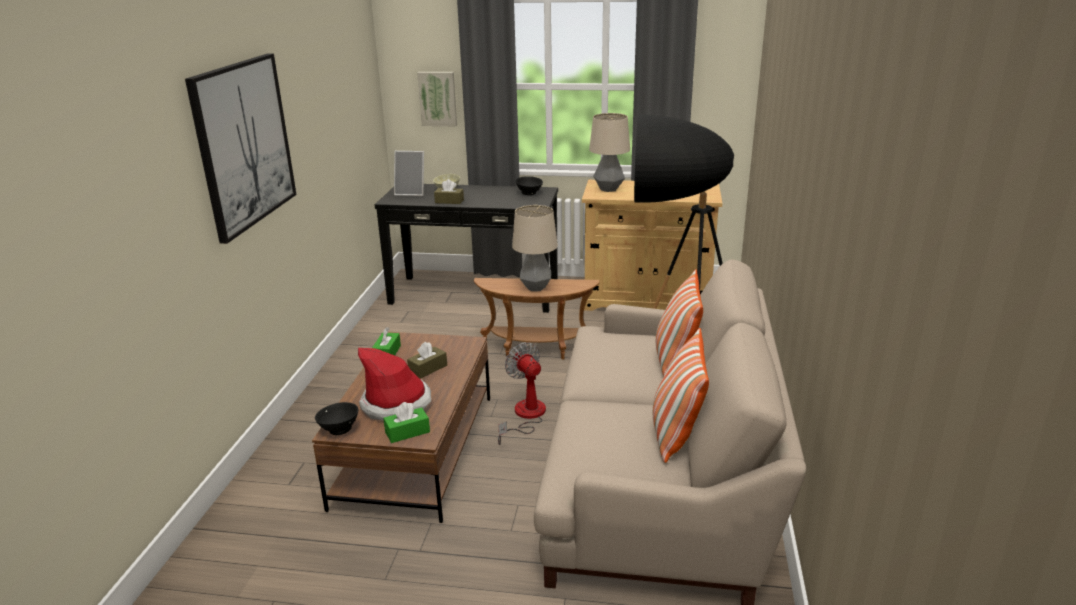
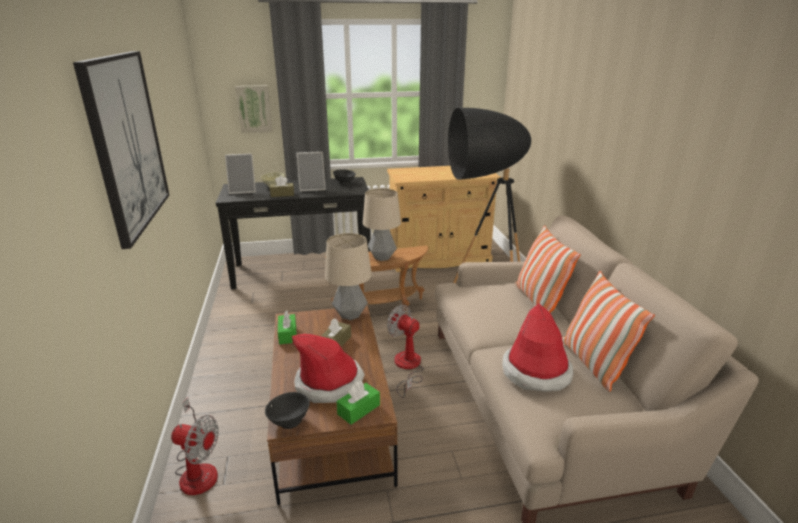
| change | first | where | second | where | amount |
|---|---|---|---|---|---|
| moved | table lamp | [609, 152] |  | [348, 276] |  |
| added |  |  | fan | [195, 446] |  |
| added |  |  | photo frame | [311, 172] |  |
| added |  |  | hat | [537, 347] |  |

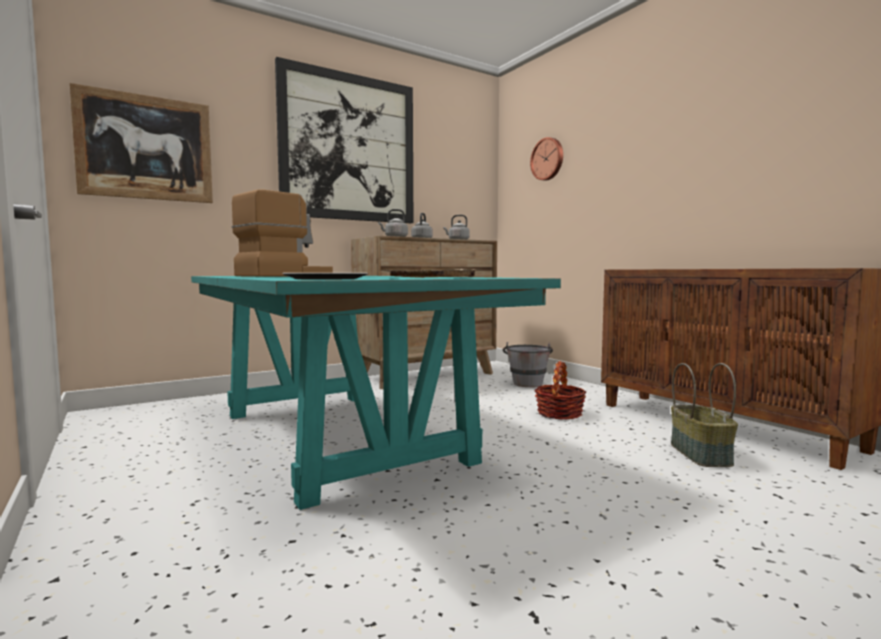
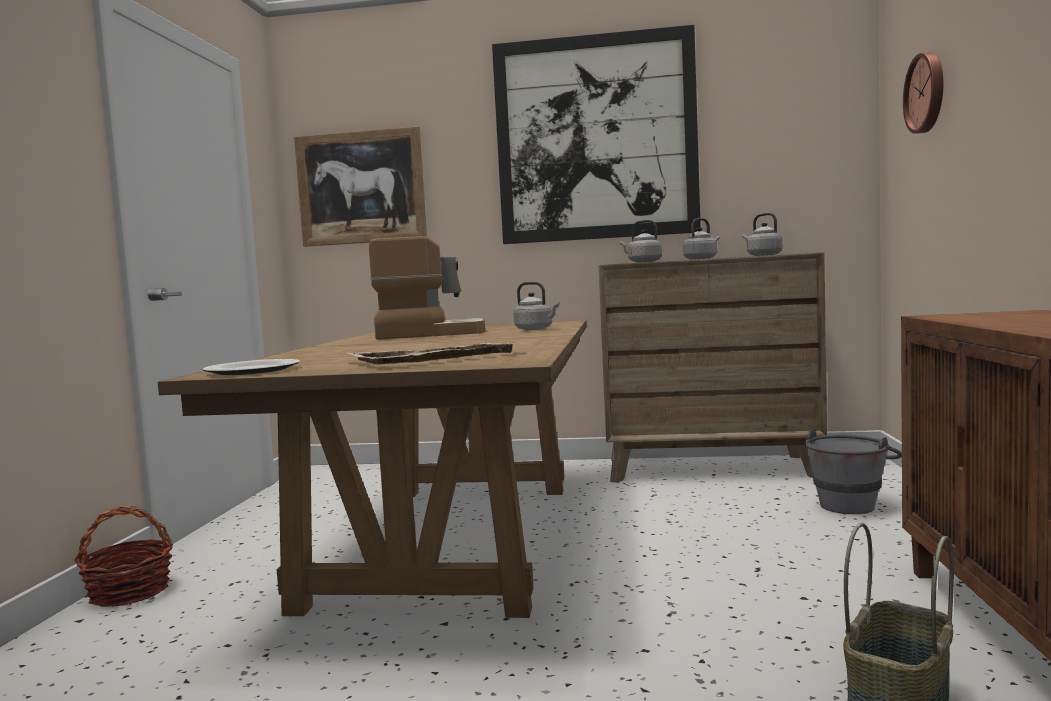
| change | first | where | second | where | amount |
|---|---|---|---|---|---|
| recoloured | dining table/turquoise | [376, 393] | dining table/brown-coloured | [372, 469] |  |
| moved | household basket | [560, 390] |  | [123, 556] |  |
| added |  |  | tea kettle/gray | [536, 306] |  |

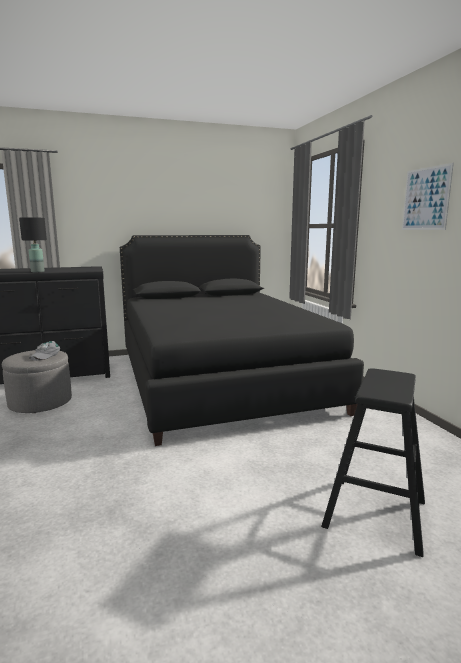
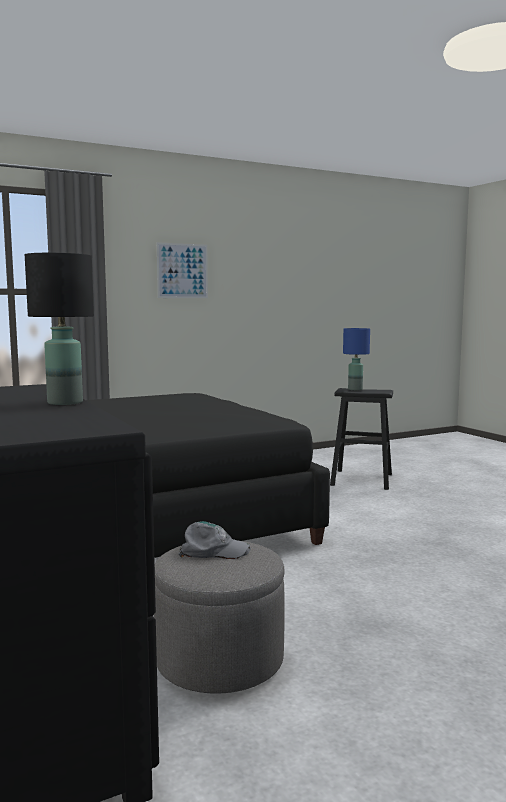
| change | first | where | second | where | amount |
|---|---|---|---|---|---|
| added |  |  | table lamp/blue | [356, 359] |  |

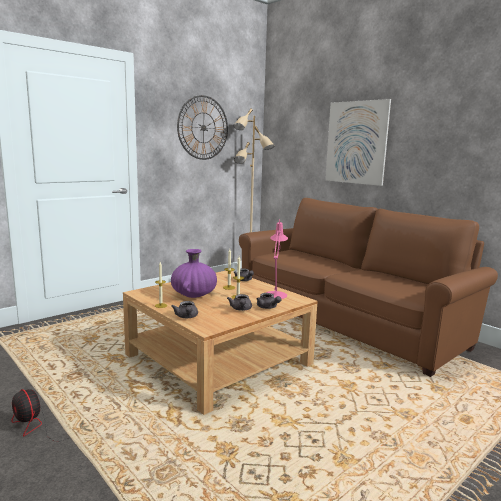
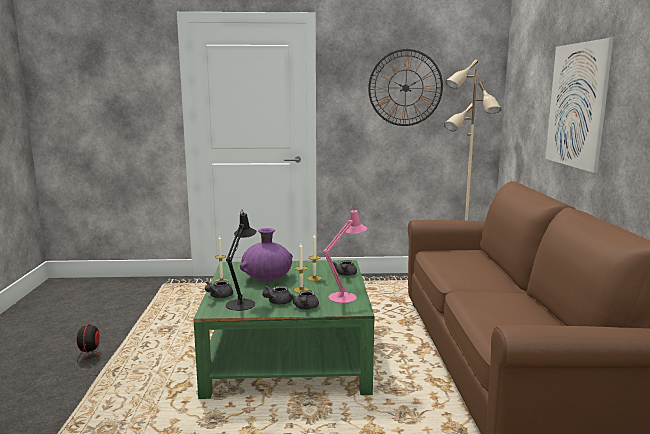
| change | first | where | second | where | amount |
|---|---|---|---|---|---|
| recoloured | lounge table/sand-coloured | [220, 343] | lounge table/green | [284, 329] |  |
| added |  |  | table lamp/black | [241, 260] |  |

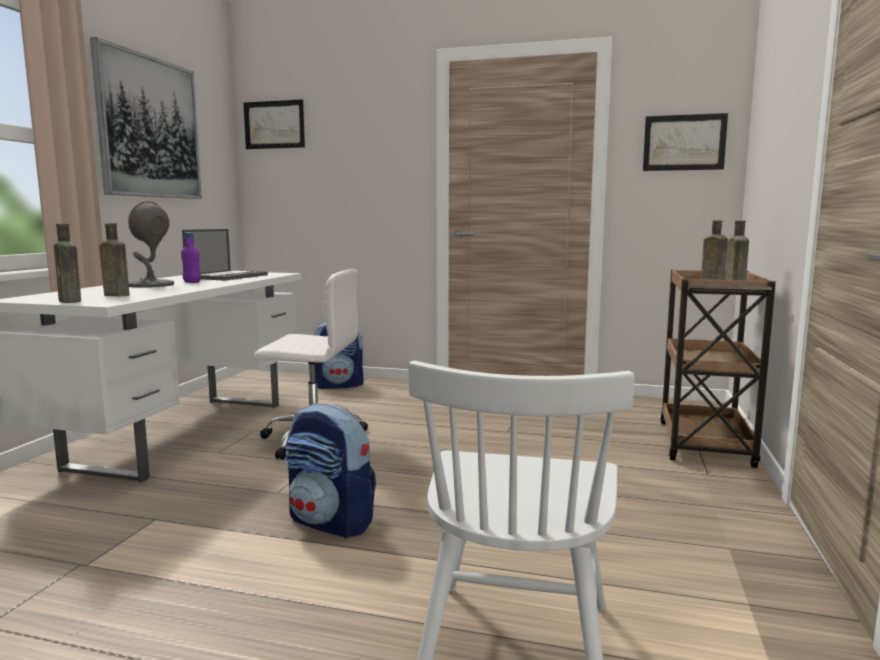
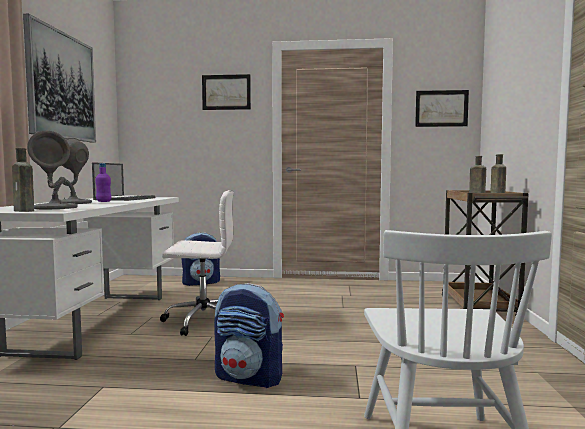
| change | first | where | second | where | amount |
|---|---|---|---|---|---|
| replaced | beverage bottle/brown-coloured | [114, 259] | table lamp/gray | [52, 170] |  |
| moved | picture | [274, 124] |  | [226, 92] |  |

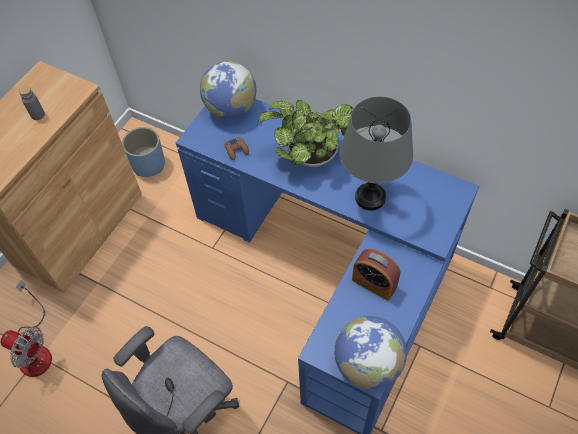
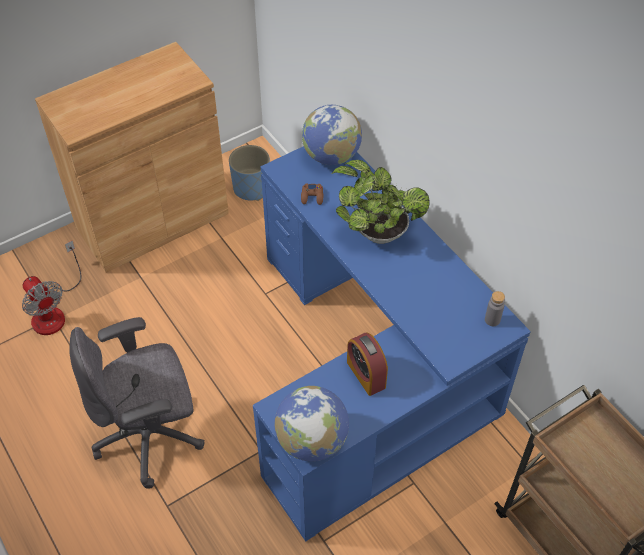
| change | first | where | second | where | amount |
|---|---|---|---|---|---|
| moved | beverage bottle/gray | [32, 103] |  | [495, 308] |  |
| removed | table lamp/gray | [376, 154] |  |  |  |

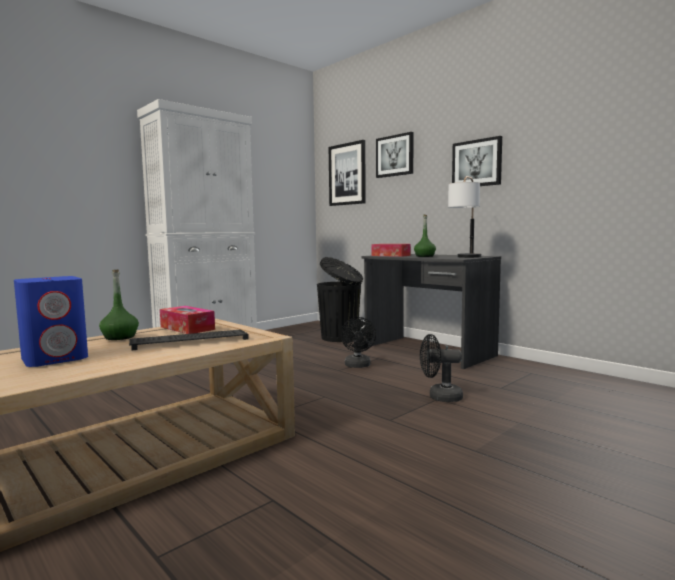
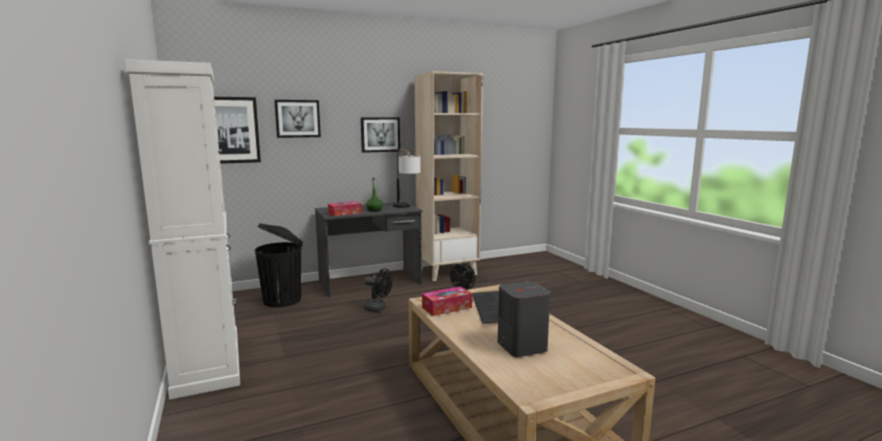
| change | first | where | second | where | amount |
|---|---|---|---|---|---|
| recoloured | loudspeaker/blue | [51, 321] | loudspeaker/gray | [524, 319] |  |
| removed | beverage bottle/green | [119, 305] |  |  |  |
| added |  |  | bookshelf/sand-coloured | [448, 176] |  |

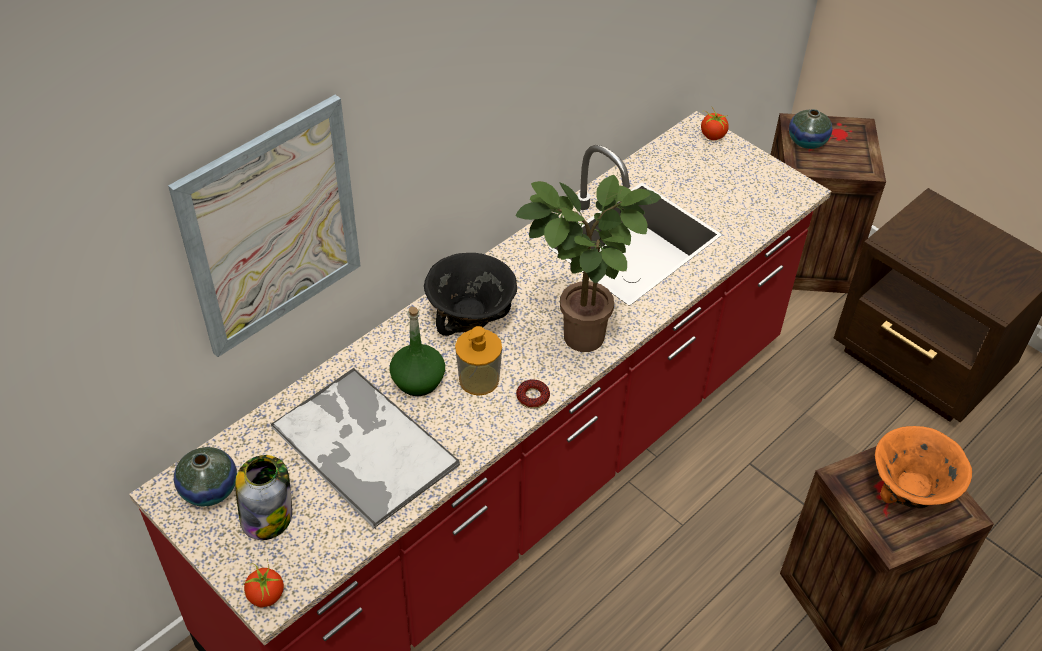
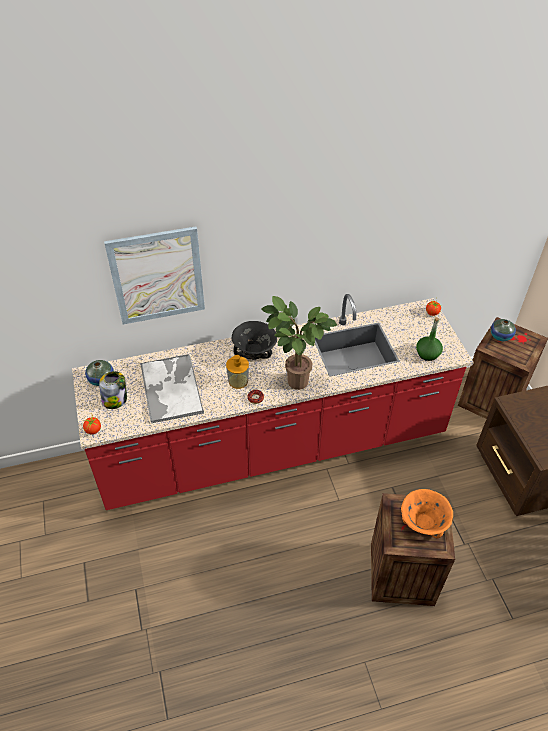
| change | first | where | second | where | amount |
|---|---|---|---|---|---|
| moved | beverage bottle/green | [417, 351] |  | [429, 339] |  |

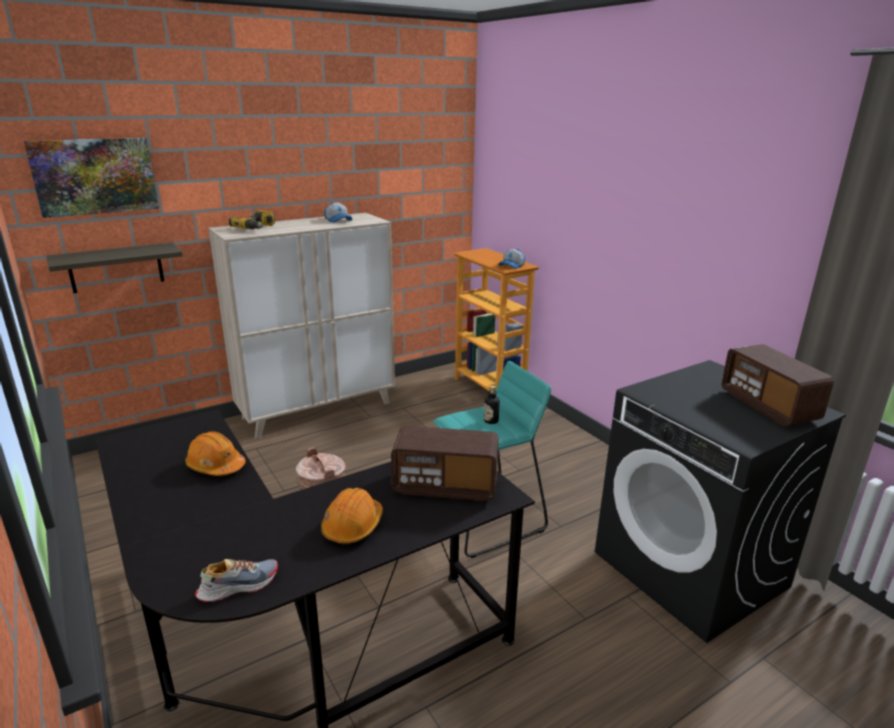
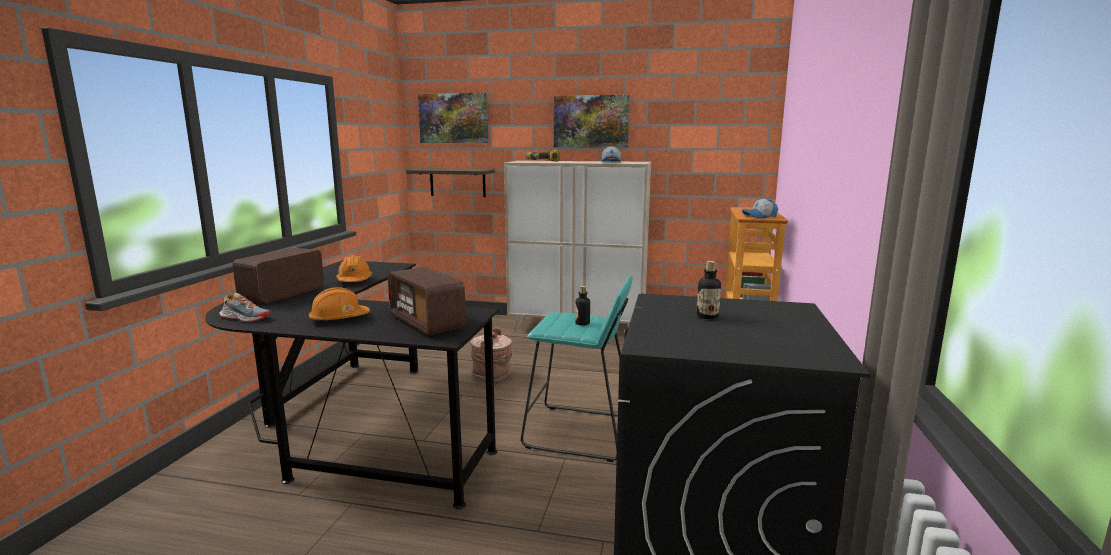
| change | first | where | second | where | amount |
|---|---|---|---|---|---|
| moved | radio set | [778, 385] |  | [278, 276] |  |
| added |  |  | picture | [592, 121] |  |
| added |  |  | beverage bottle | [708, 290] |  |

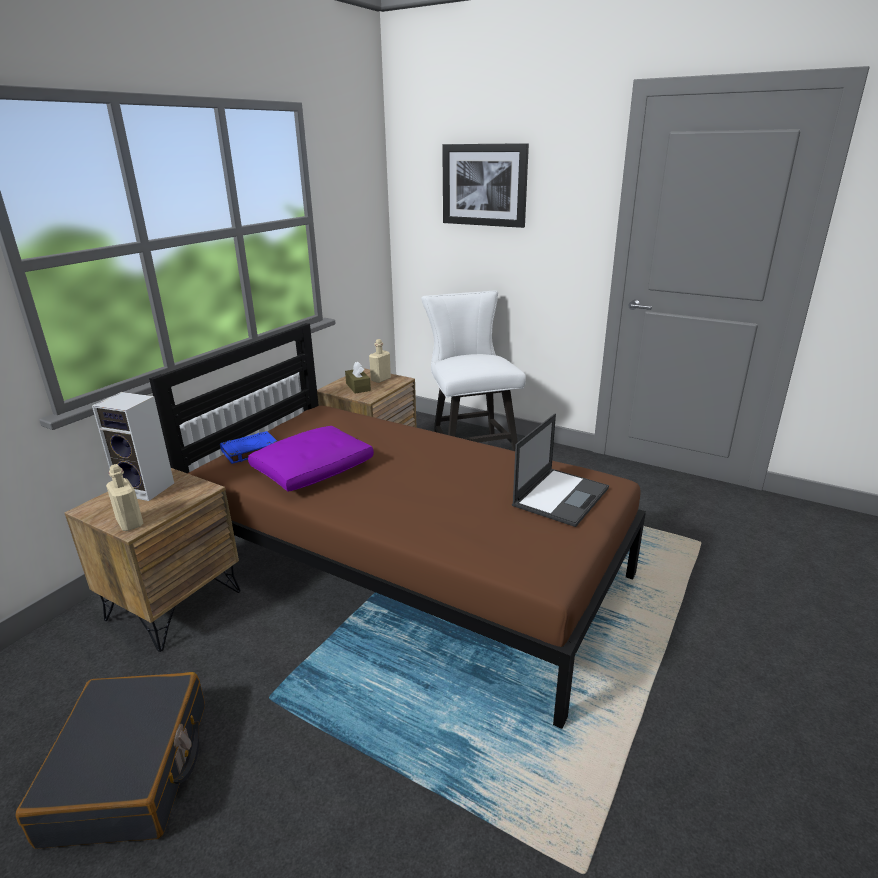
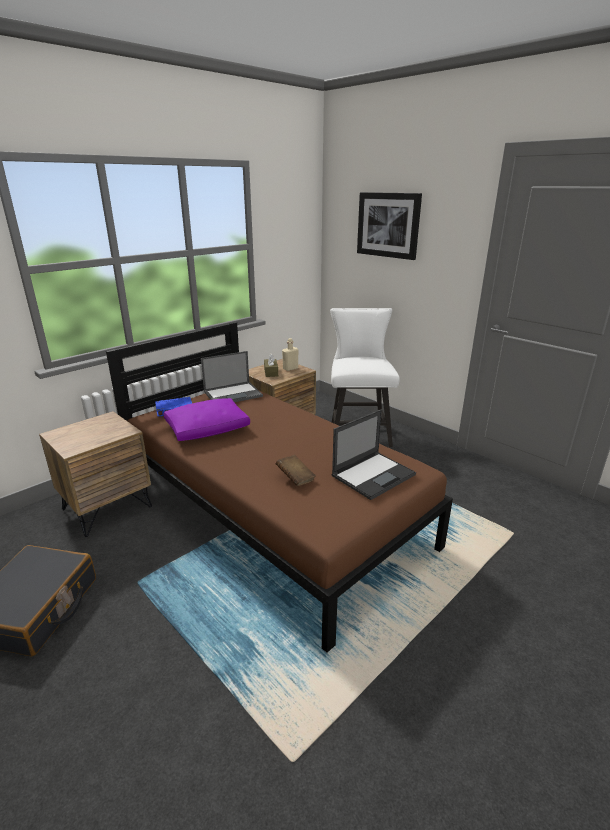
| change | first | where | second | where | amount |
|---|---|---|---|---|---|
| removed | loudspeaker | [133, 446] |  |  |  |
| removed | beverage bottle/sand-coloured | [125, 497] |  |  |  |
| added |  |  | laptop | [232, 376] |  |
| added |  |  | bound book/brown-coloured | [296, 470] |  |

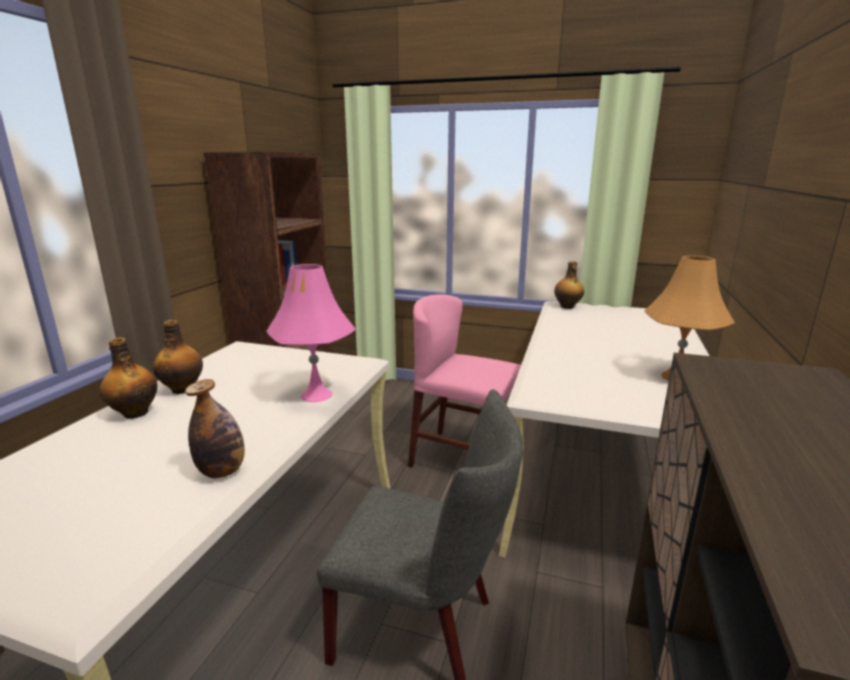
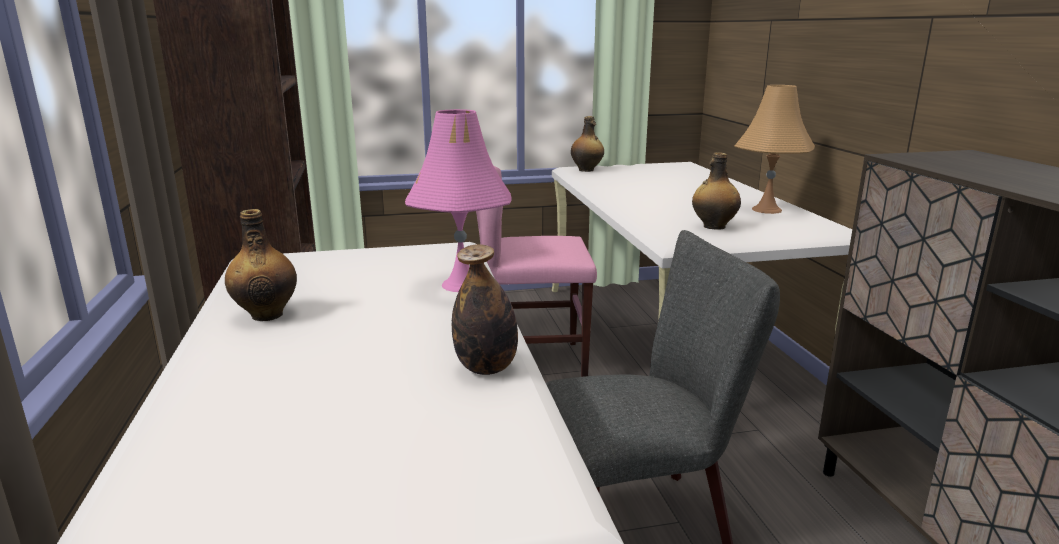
| change | first | where | second | where | amount |
|---|---|---|---|---|---|
| moved | beverage bottle | [128, 378] |  | [716, 191] |  |

